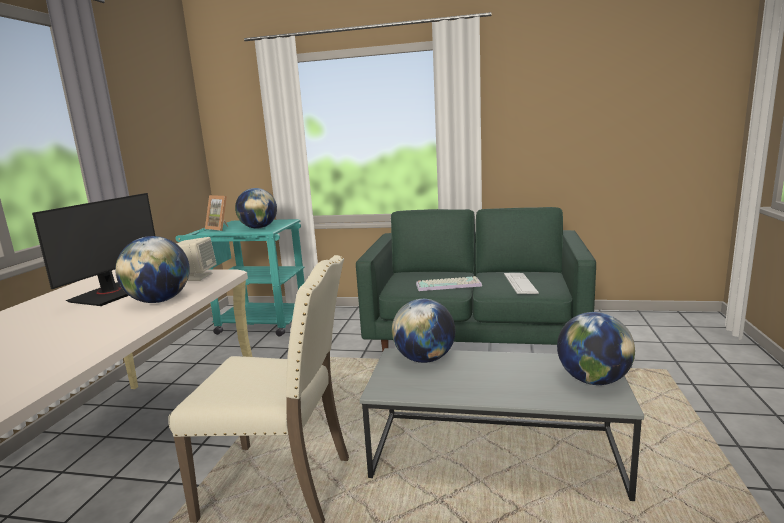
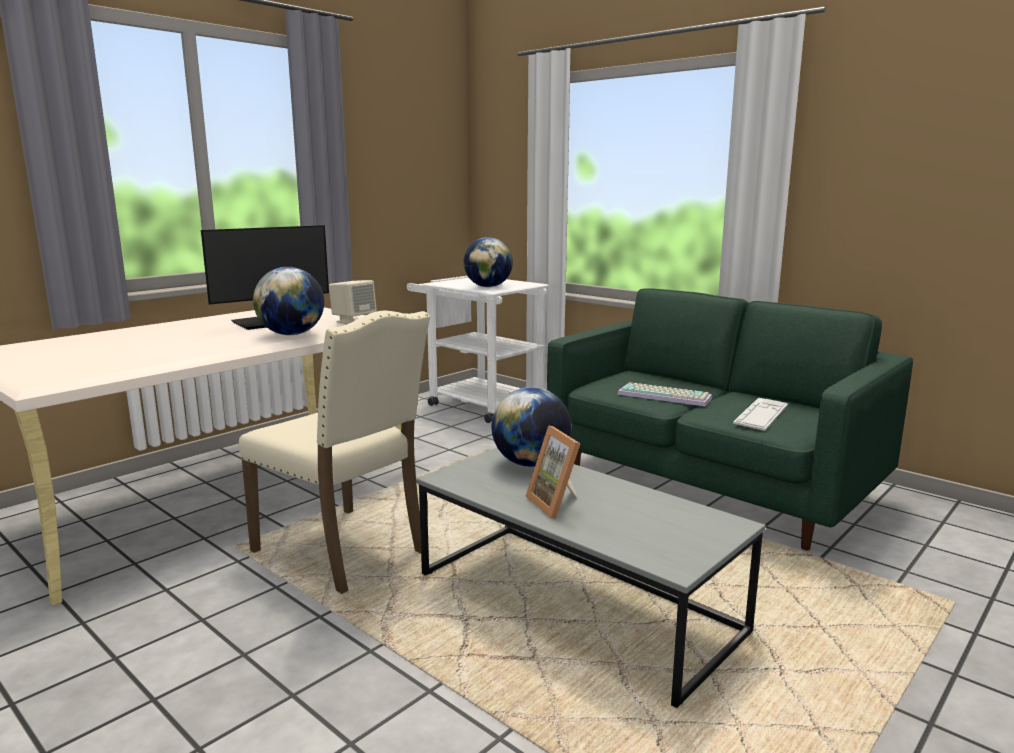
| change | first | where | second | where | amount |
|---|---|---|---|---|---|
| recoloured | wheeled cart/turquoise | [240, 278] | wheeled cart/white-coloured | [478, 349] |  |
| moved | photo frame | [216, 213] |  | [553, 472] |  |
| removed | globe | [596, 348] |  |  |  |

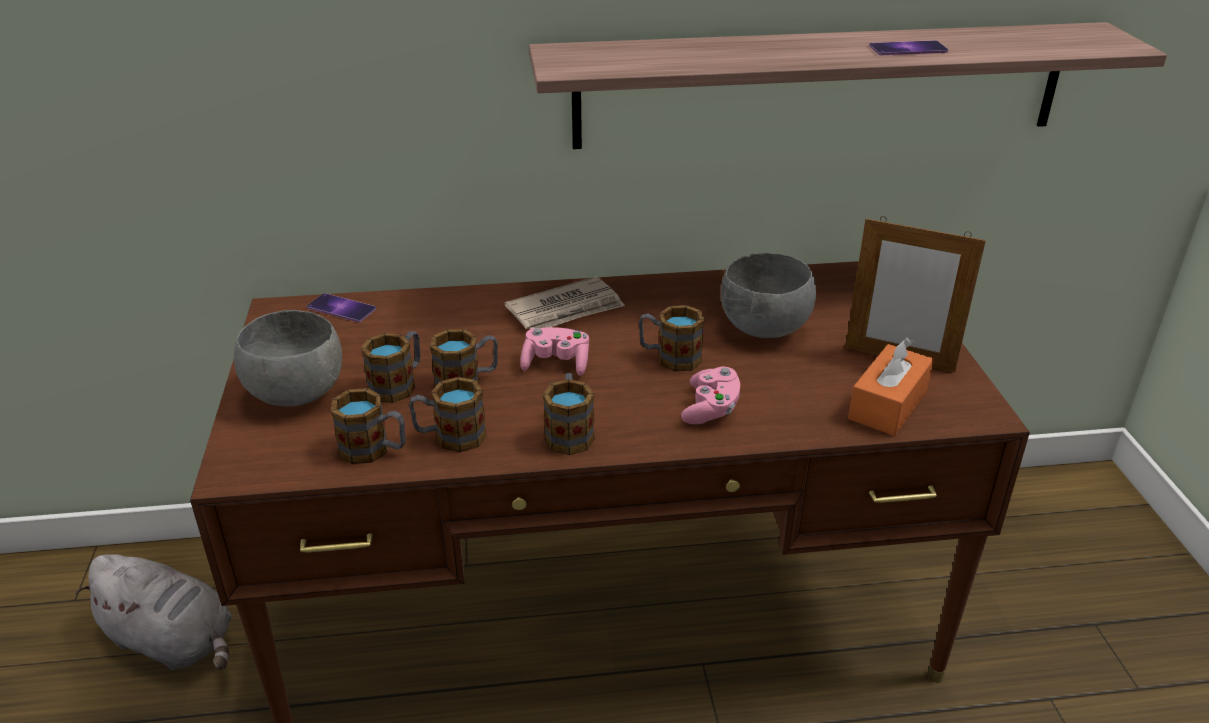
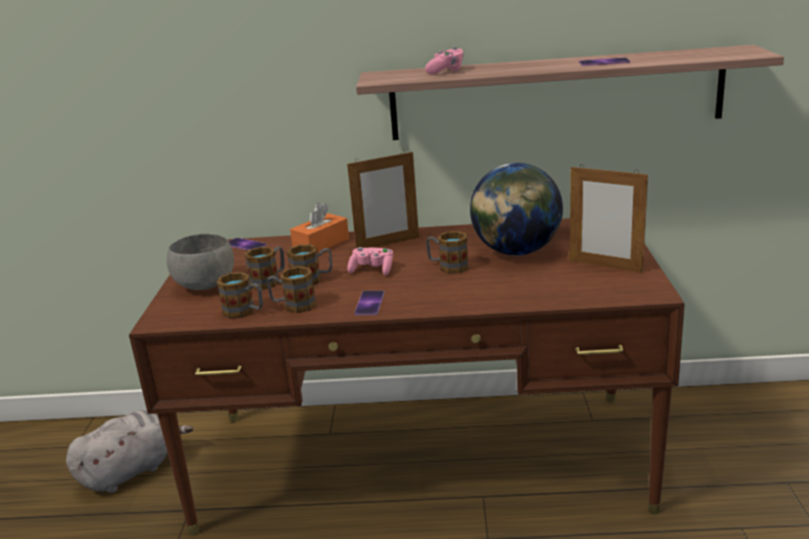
| change | first | where | second | where | amount |
|---|---|---|---|---|---|
| turned | soft toy/gray | [154, 612] |  | [129, 451] | 75 degrees counterclockwise |
| replaced | printed paper | [564, 302] | photo frame | [383, 199] |  |
| replaced | coffee mug | [569, 414] | phone | [369, 303] |  |
| moved | game controller/pink | [710, 395] |  | [444, 60] |  |
| replaced | deep dish/gray | [768, 295] | globe | [516, 209] |  |
| moved | tissue holder/orangey | [891, 386] |  | [319, 228] |  |

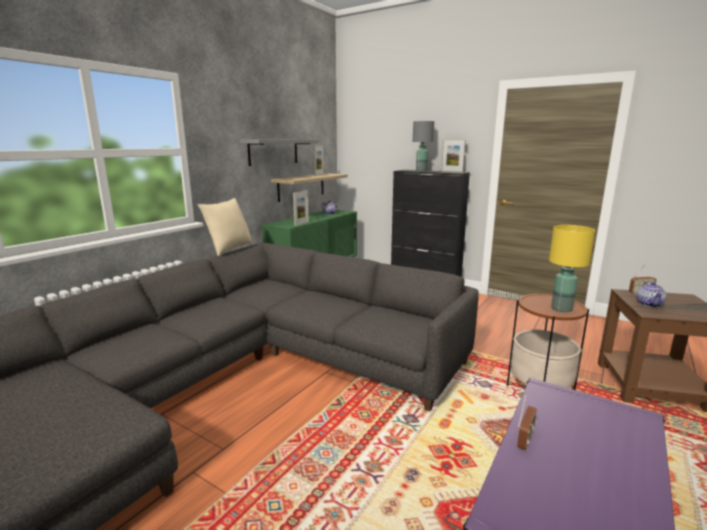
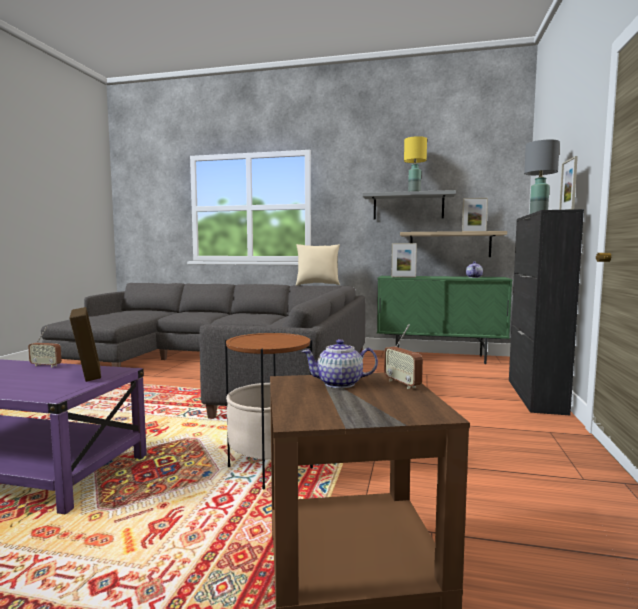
| change | first | where | second | where | amount |
|---|---|---|---|---|---|
| moved | table lamp/yellow-coloured | [572, 268] |  | [415, 163] |  |
| added |  |  | photo frame | [85, 344] |  |

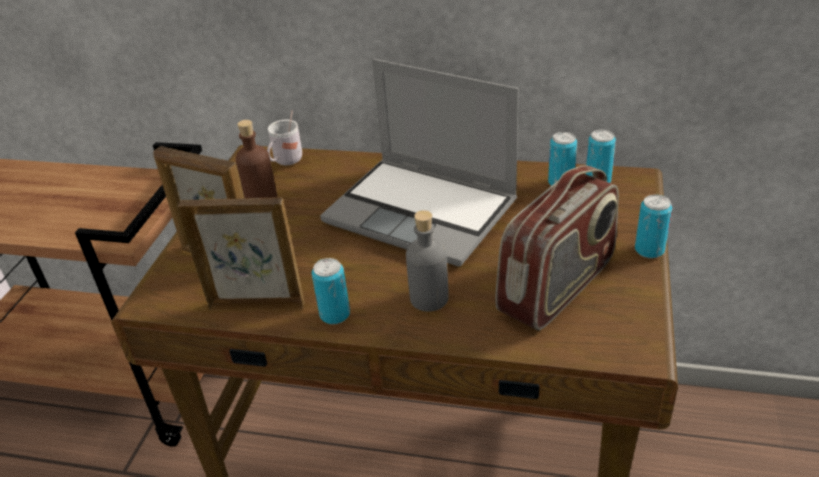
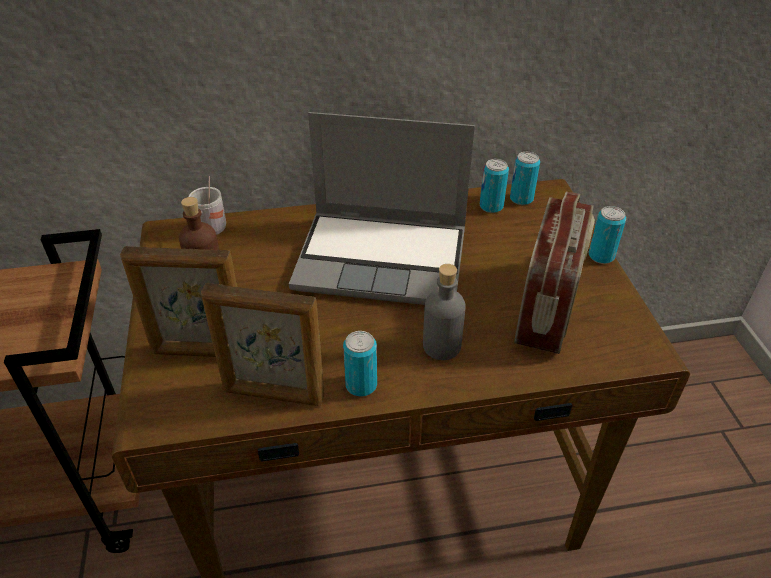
| change | first | where | second | where | amount |
|---|---|---|---|---|---|
| turned | photo frame | [241, 254] |  | [262, 344] | 150 degrees counterclockwise |

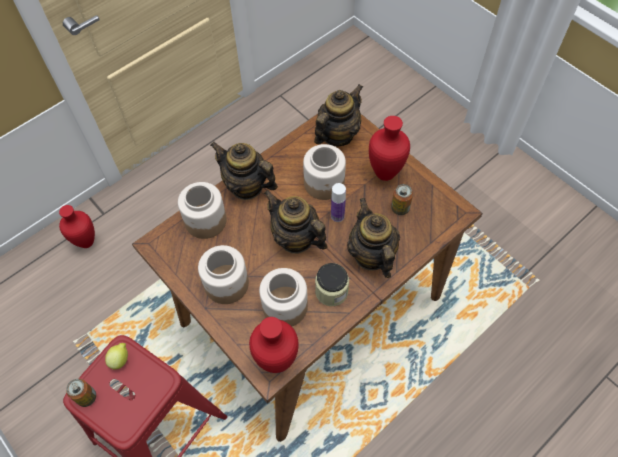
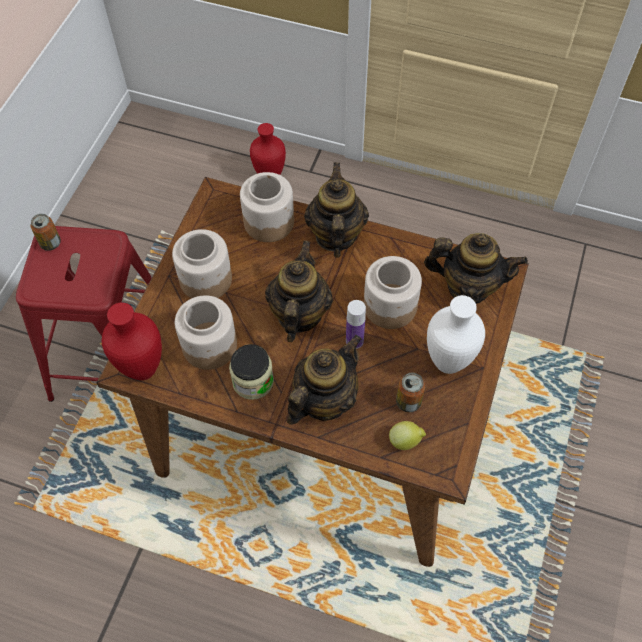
| change | first | where | second | where | amount |
|---|---|---|---|---|---|
| moved | citrus fruit | [116, 356] |  | [407, 435] |  |
| recoloured | decorative vase/red | [389, 148] | decorative vase/white-coloured | [456, 334] |  |

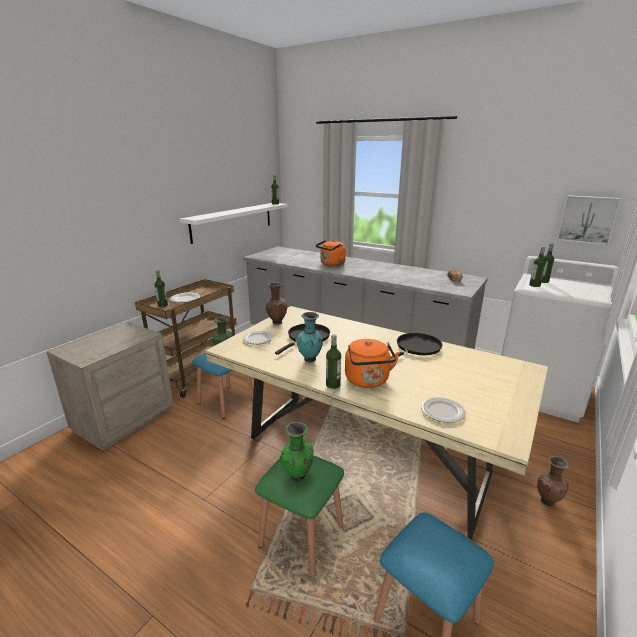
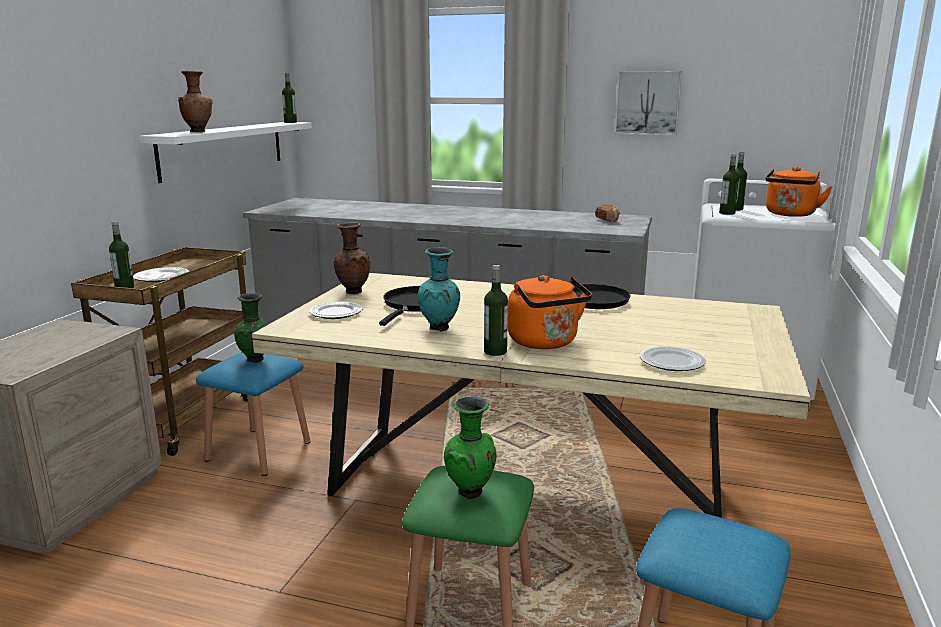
| change | first | where | second | where | amount |
|---|---|---|---|---|---|
| moved | tea kettle/orangey | [331, 253] |  | [799, 192] |  |
| moved | decorative vase/brown-coloured | [553, 481] |  | [195, 102] |  |
| moved | picture | [589, 220] |  | [648, 103] |  |

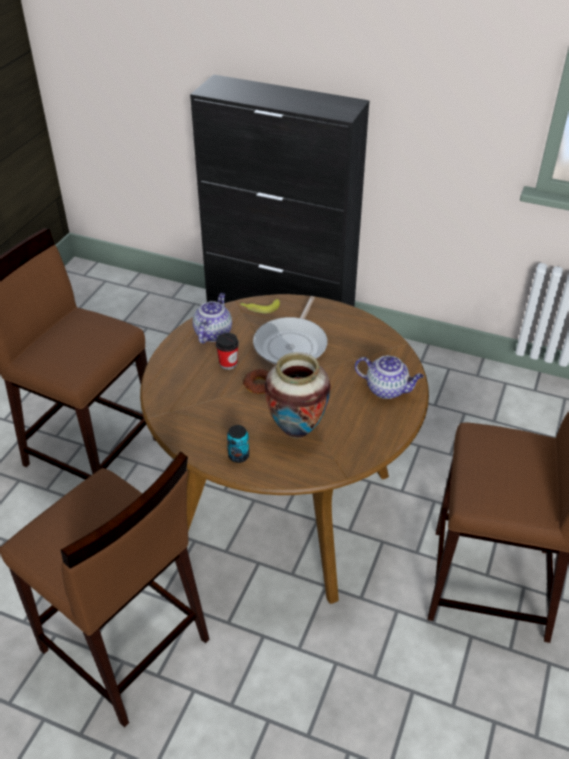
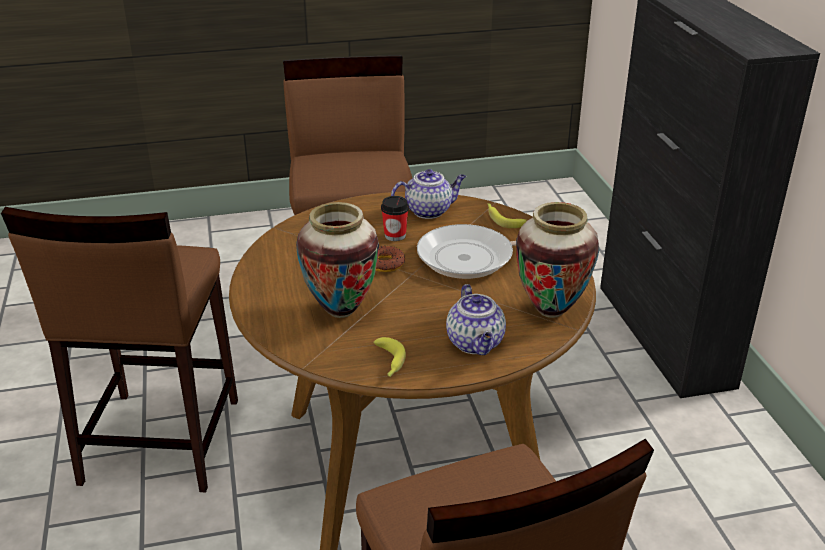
| change | first | where | second | where | amount |
|---|---|---|---|---|---|
| removed | metal can | [238, 444] |  |  |  |
| added |  |  | banana fruit | [389, 357] |  |
| added |  |  | decorative vase | [557, 260] |  |

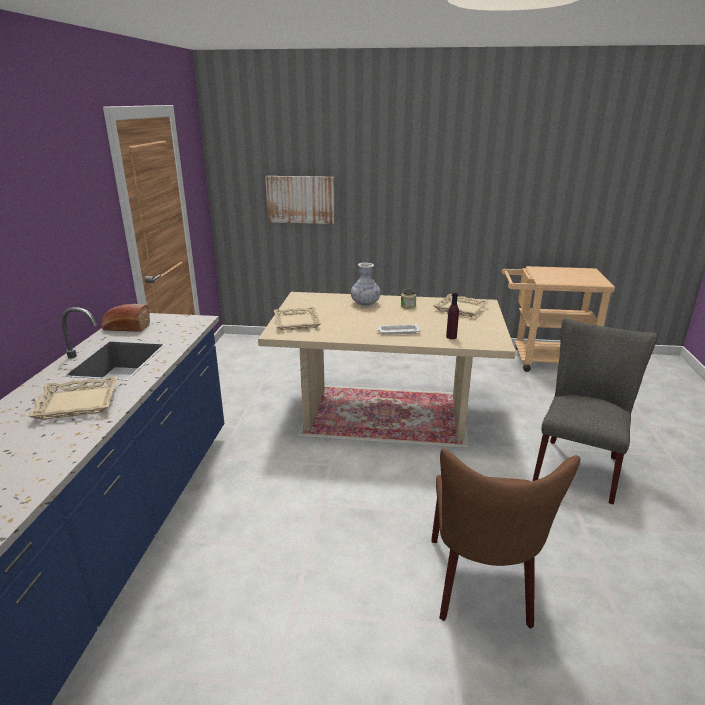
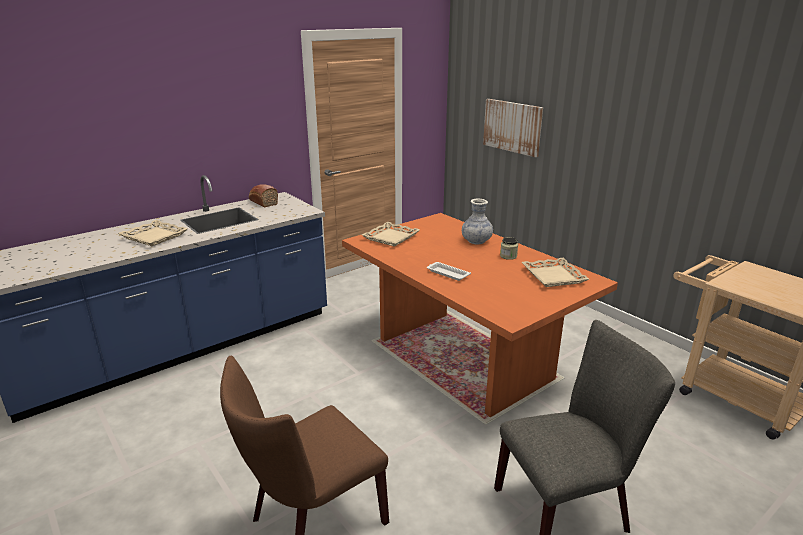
| change | first | where | second | where | amount |
|---|---|---|---|---|---|
| recoloured | dining table/sand-coloured | [387, 366] | dining table/orangey | [480, 315] |  |
| removed | beverage bottle/purple | [452, 315] |  |  |  |

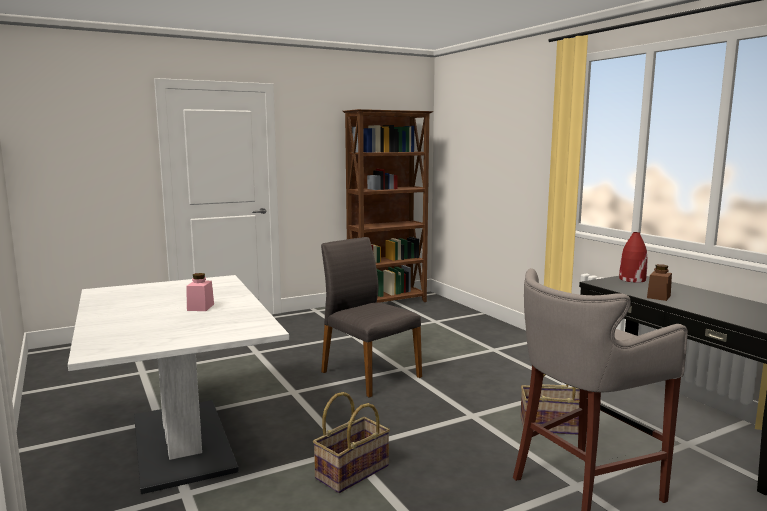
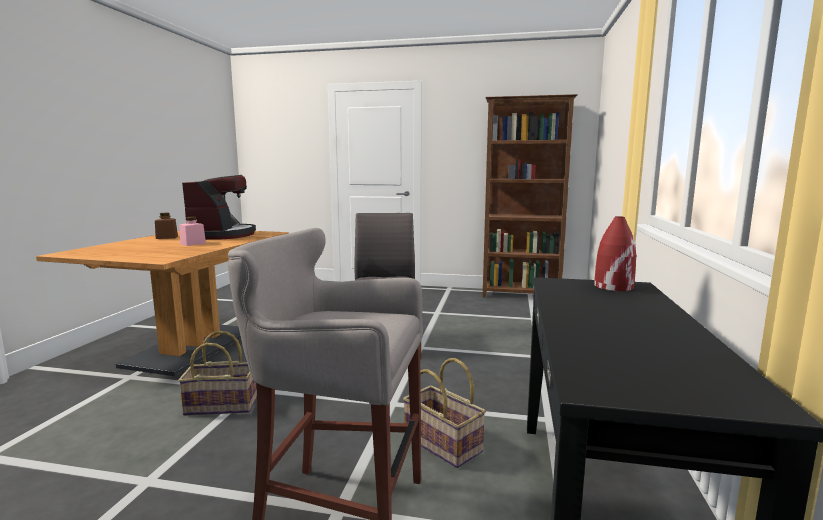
| change | first | where | second | where | amount |
|---|---|---|---|---|---|
| recoloured | dining table/white-coloured | [178, 384] | dining table/brown-coloured | [162, 303] |  |
| moved | preserve jar/brown-coloured | [659, 282] |  | [166, 226] |  |
| added |  |  | coffee maker | [219, 207] |  |

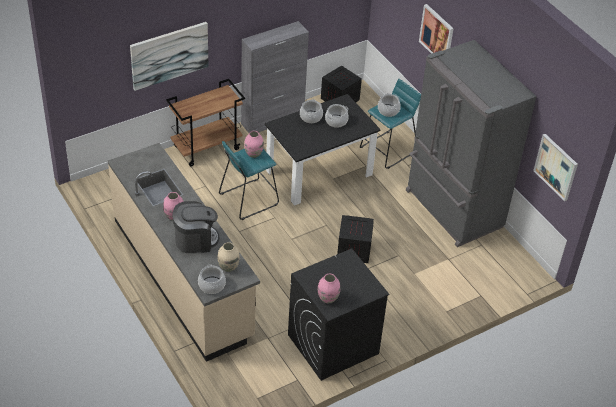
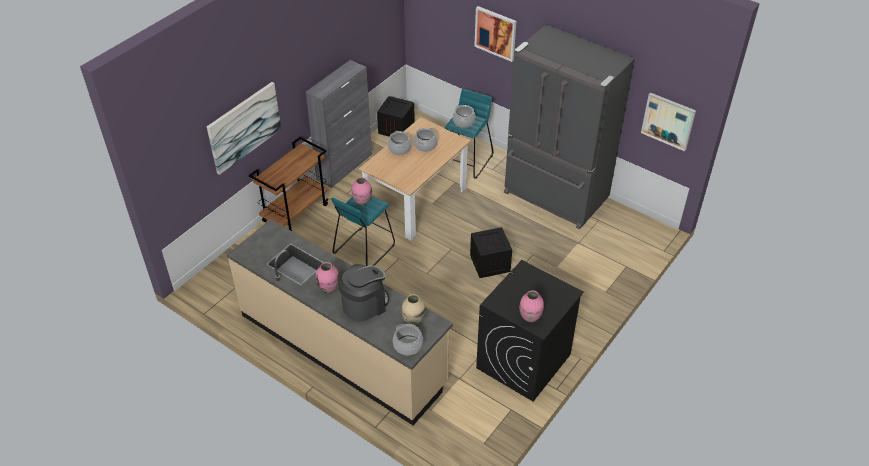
| change | first | where | second | where | amount |
|---|---|---|---|---|---|
| recoloured | dining table/black | [323, 150] | dining table/sand-coloured | [415, 179] |  |

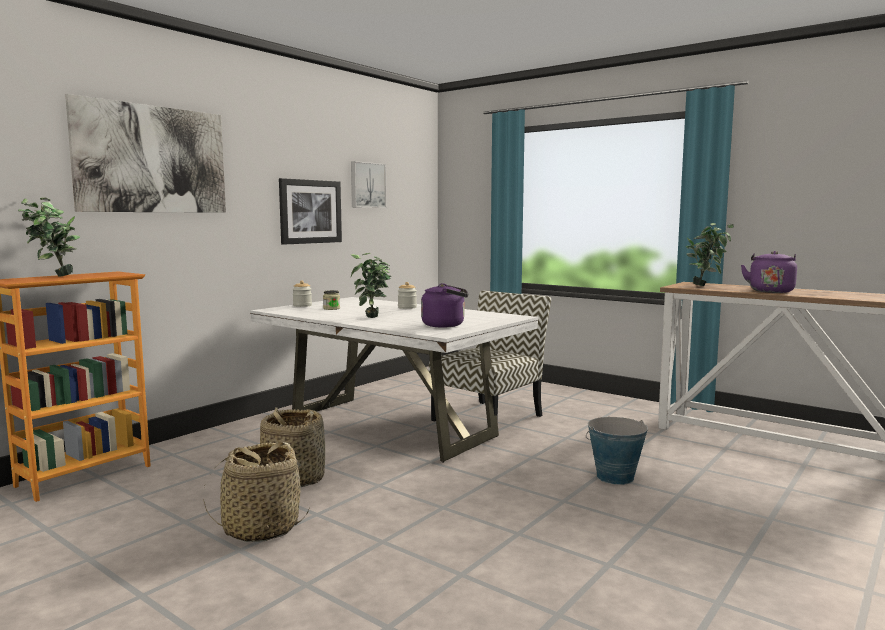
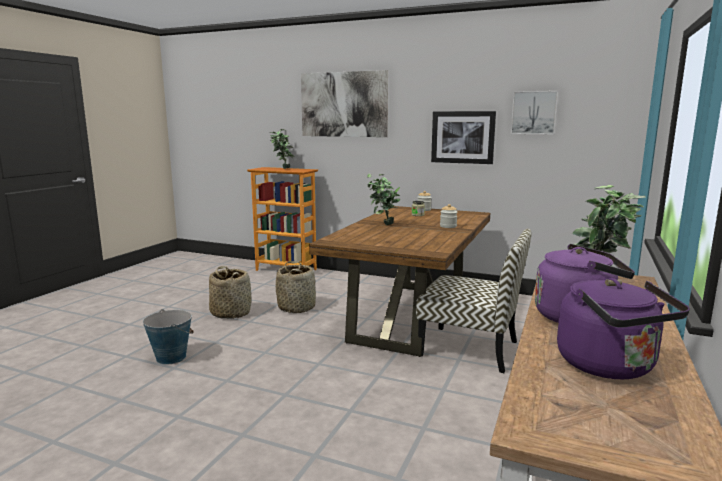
| change | first | where | second | where | amount |
|---|---|---|---|---|---|
| recoloured | dining table/white-coloured | [394, 379] | dining table/brown-coloured | [400, 281] |  |
| moved | tea kettle/purple | [444, 305] |  | [623, 328] |  |
| moved | pail | [617, 451] |  | [168, 337] |  |

